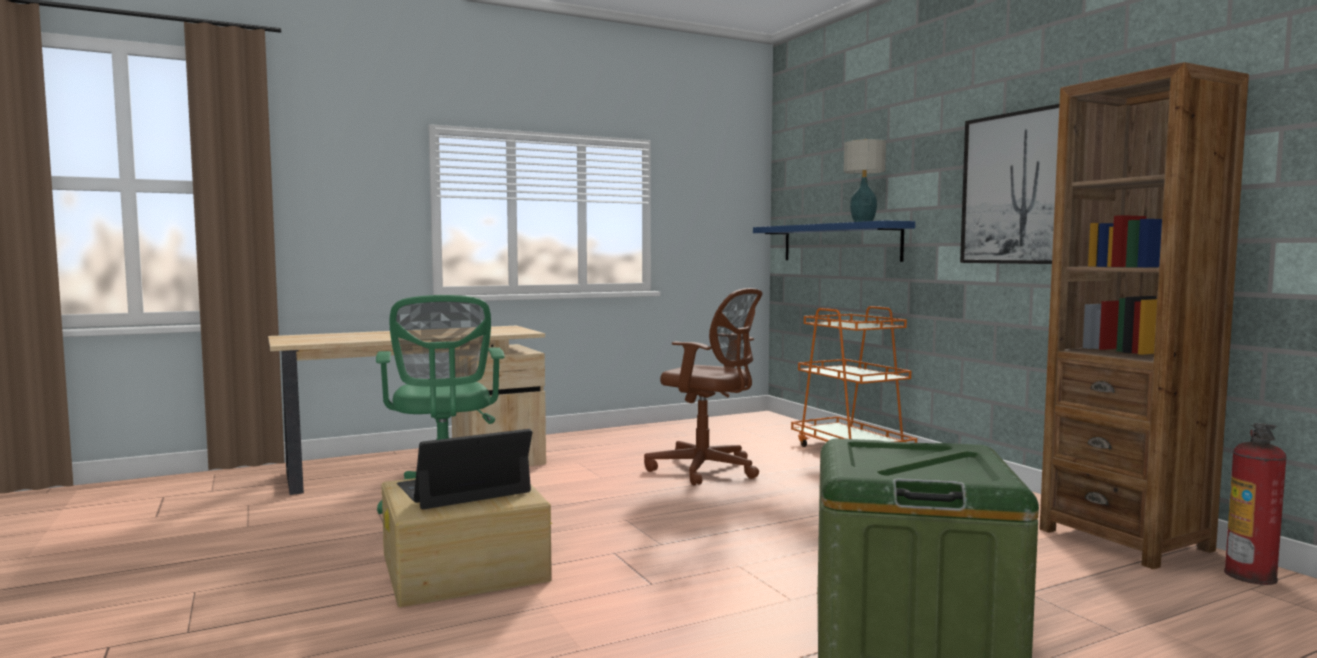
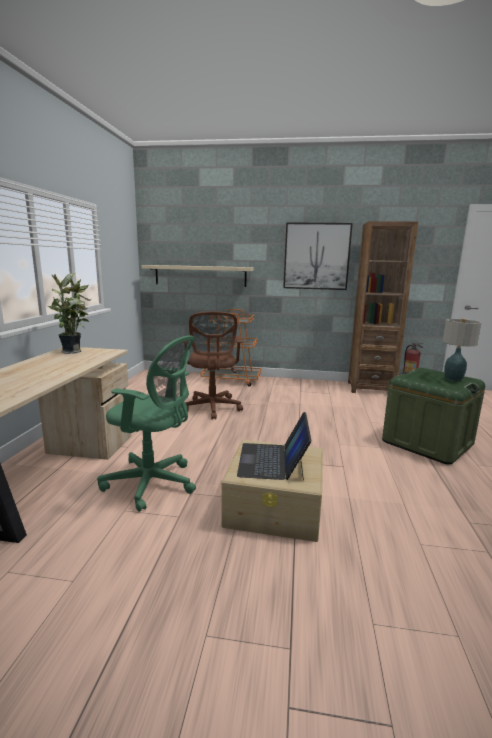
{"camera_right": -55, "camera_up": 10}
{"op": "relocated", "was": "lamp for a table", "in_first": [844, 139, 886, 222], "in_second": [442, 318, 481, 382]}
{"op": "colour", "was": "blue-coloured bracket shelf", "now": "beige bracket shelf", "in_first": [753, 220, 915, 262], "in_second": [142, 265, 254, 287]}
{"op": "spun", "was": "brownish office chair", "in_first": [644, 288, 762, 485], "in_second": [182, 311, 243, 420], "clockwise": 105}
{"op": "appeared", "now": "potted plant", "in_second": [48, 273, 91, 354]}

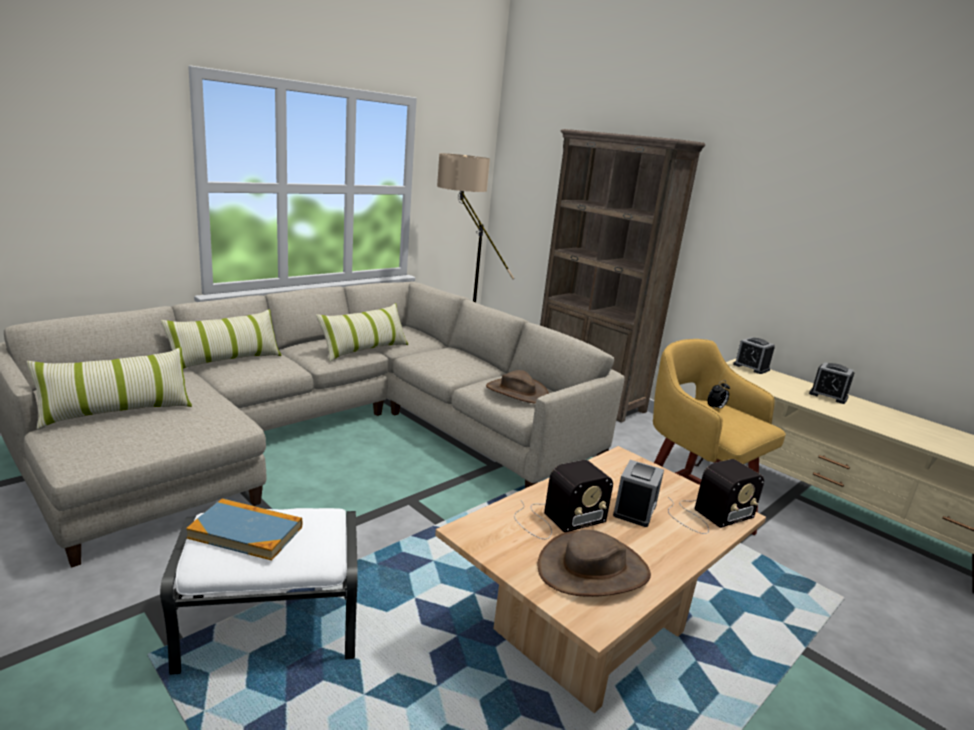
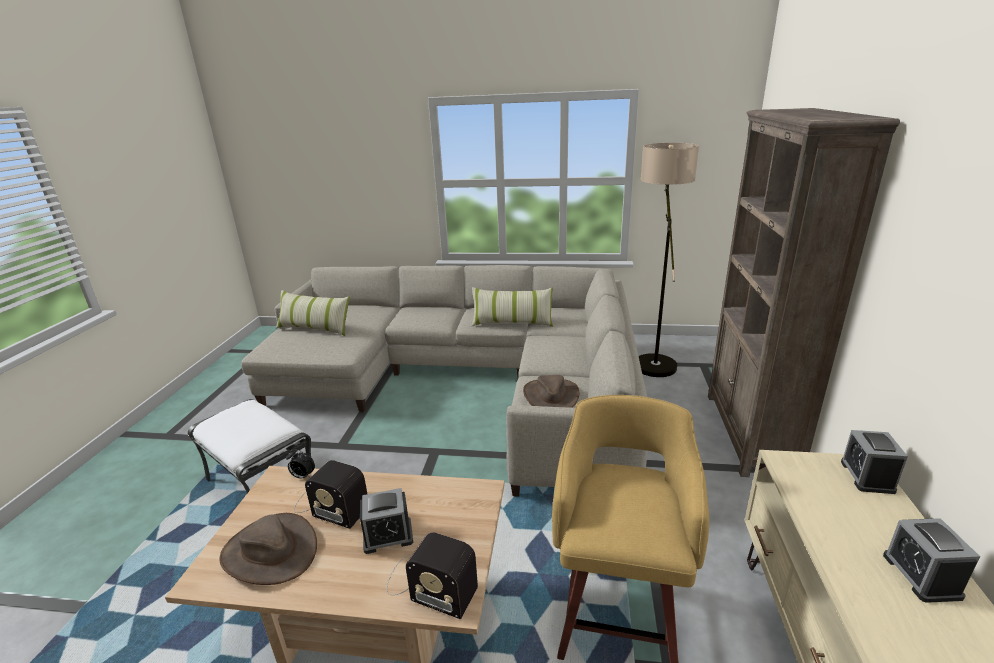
{"camera_right": 55, "camera_up": 5}
{"op": "missing", "was": "pillow", "in_first": [161, 309, 282, 369]}
{"op": "relocated", "was": "alarm clock", "in_first": [707, 380, 730, 409], "in_second": [286, 450, 315, 479]}
{"op": "missing", "was": "bound book", "in_first": [186, 499, 302, 561]}

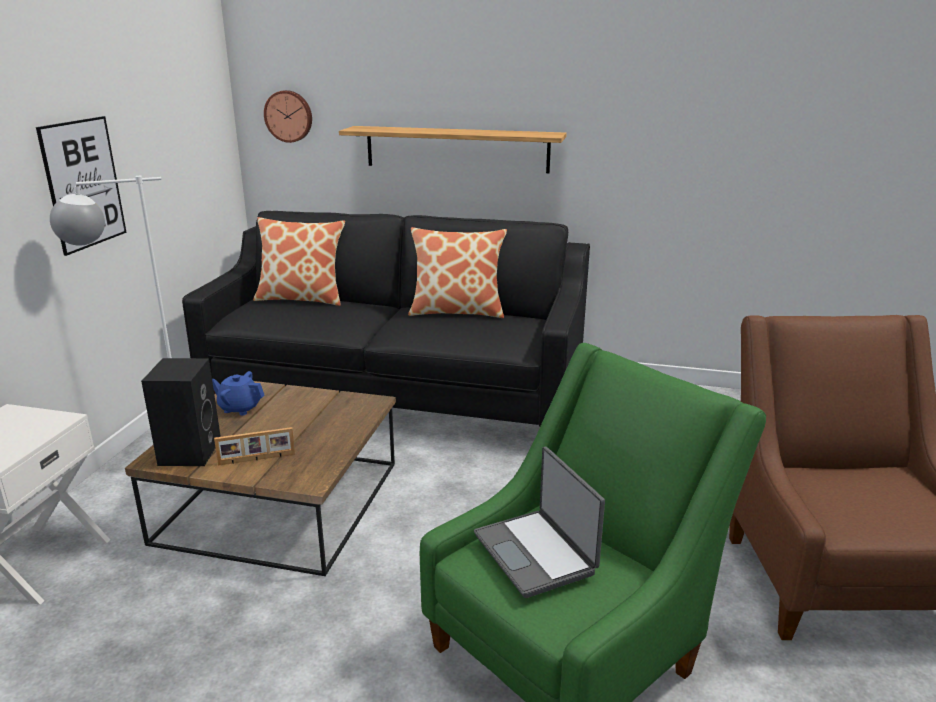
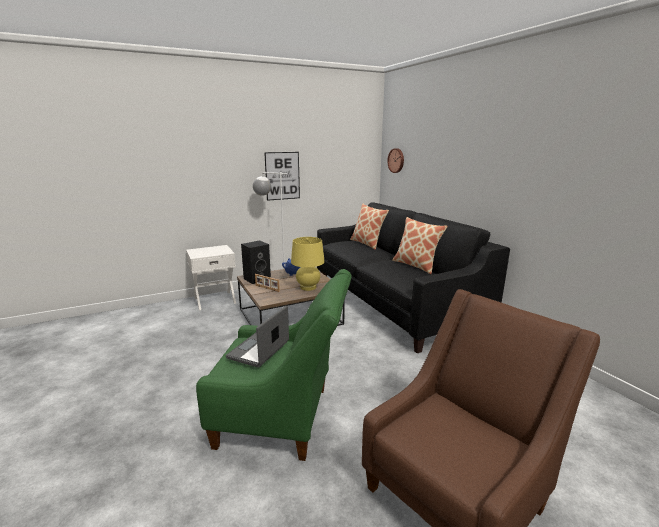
{"camera_right": 50, "camera_up": -5}
{"op": "missing", "was": "bracket shelf", "in_first": [339, 126, 567, 173]}
{"op": "appeared", "now": "yellow-coloured lamp for a table", "in_second": [291, 237, 325, 291]}

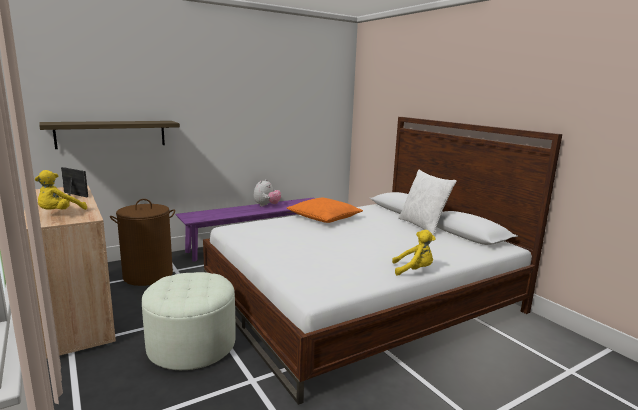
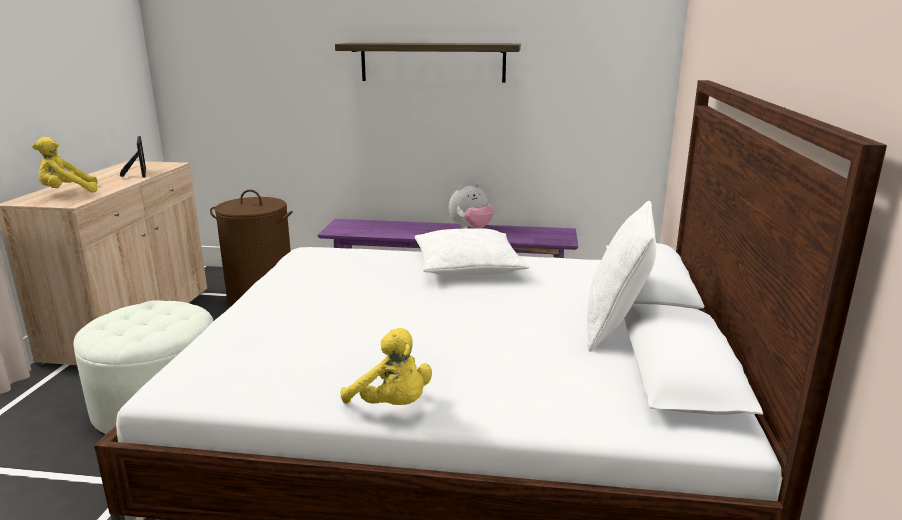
{"camera_right": 40, "camera_up": 5}
{"op": "relocated", "was": "bracket shelf", "in_first": [39, 121, 180, 149], "in_second": [335, 43, 521, 83]}
{"op": "colour", "was": "orange-coloured pillow", "now": "white-coloured pillow", "in_first": [287, 198, 363, 223], "in_second": [415, 228, 529, 276]}

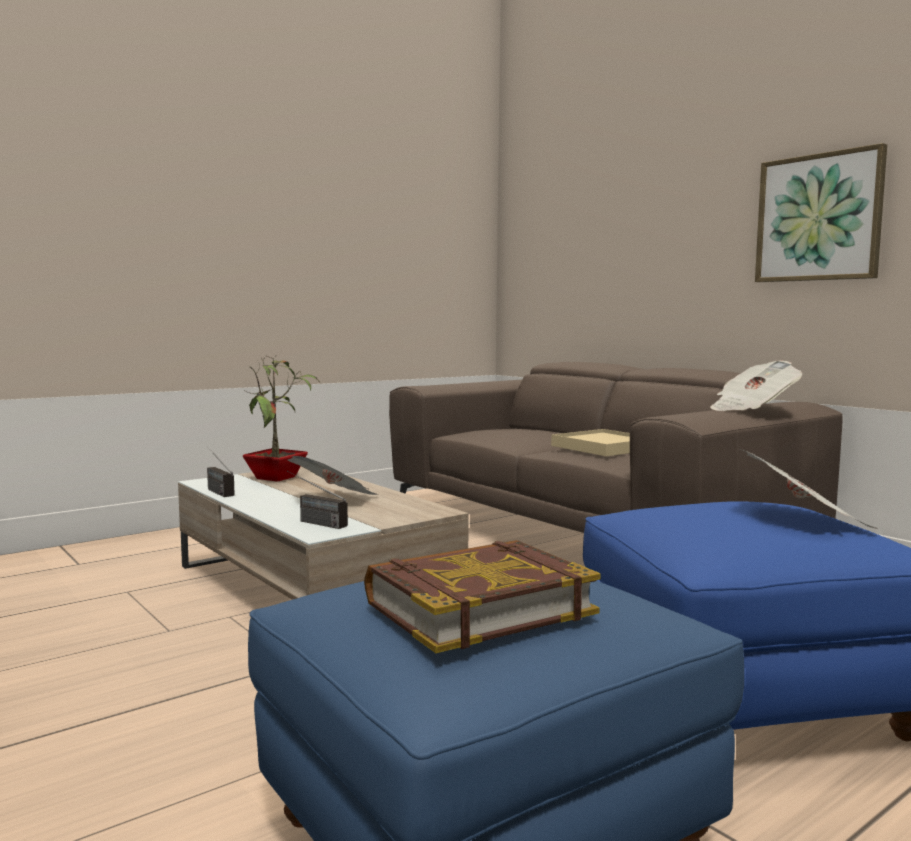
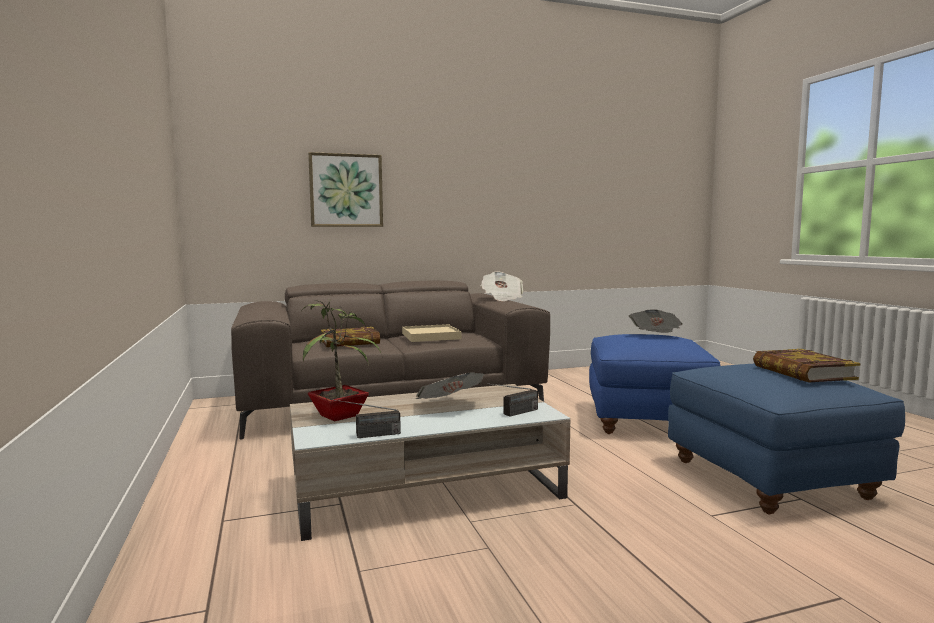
{"camera_right": -70, "camera_up": 0}
{"op": "relocated", "was": "wall picture", "in_first": [755, 143, 887, 282], "in_second": [308, 152, 383, 227]}
{"op": "appeared", "now": "bound book", "in_second": [321, 327, 380, 347]}

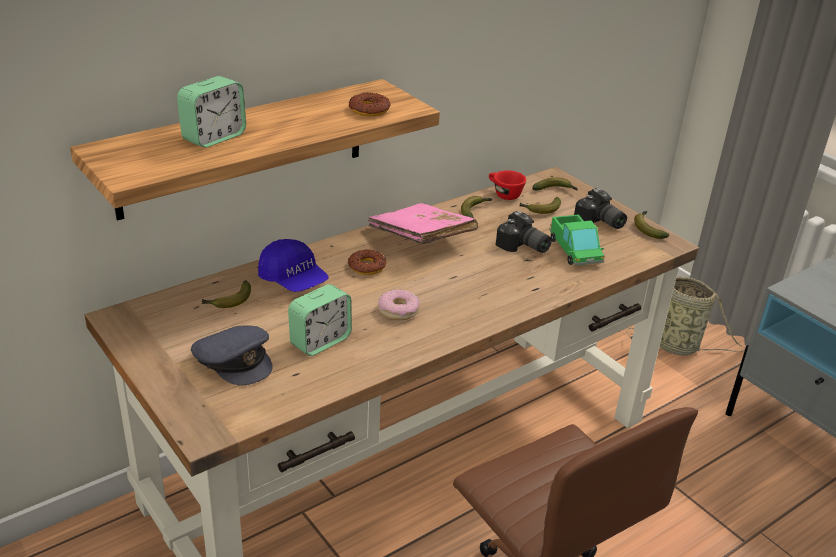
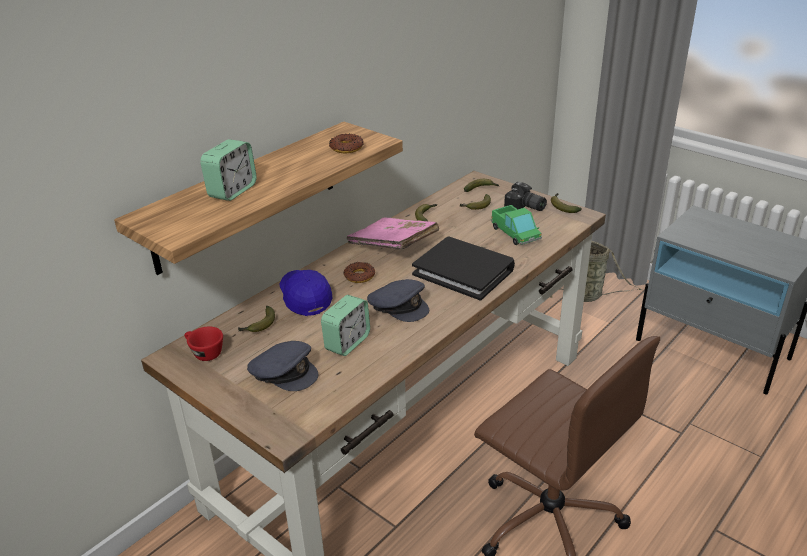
{"camera_right": -10, "camera_up": 0}
{"op": "relocated", "was": "reddish cup", "in_first": [489, 170, 526, 200], "in_second": [184, 327, 223, 361]}
{"op": "missing", "was": "photo camera", "in_first": [496, 211, 552, 253]}
{"op": "spun", "was": "blue-coloured cap", "in_first": [258, 239, 329, 292], "in_second": [280, 270, 332, 316], "clockwise": -150}
{"op": "exchanged", "was": "donut", "now": "gray cap", "in_first": [378, 289, 420, 320], "in_second": [367, 279, 429, 322]}
{"op": "appeared", "now": "black bound book", "in_second": [412, 237, 515, 300]}

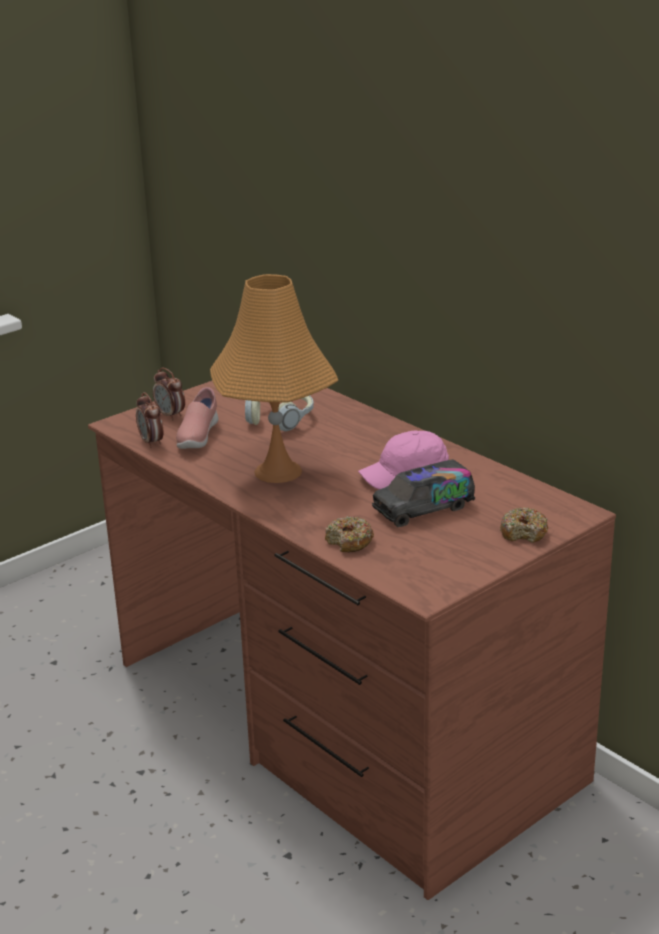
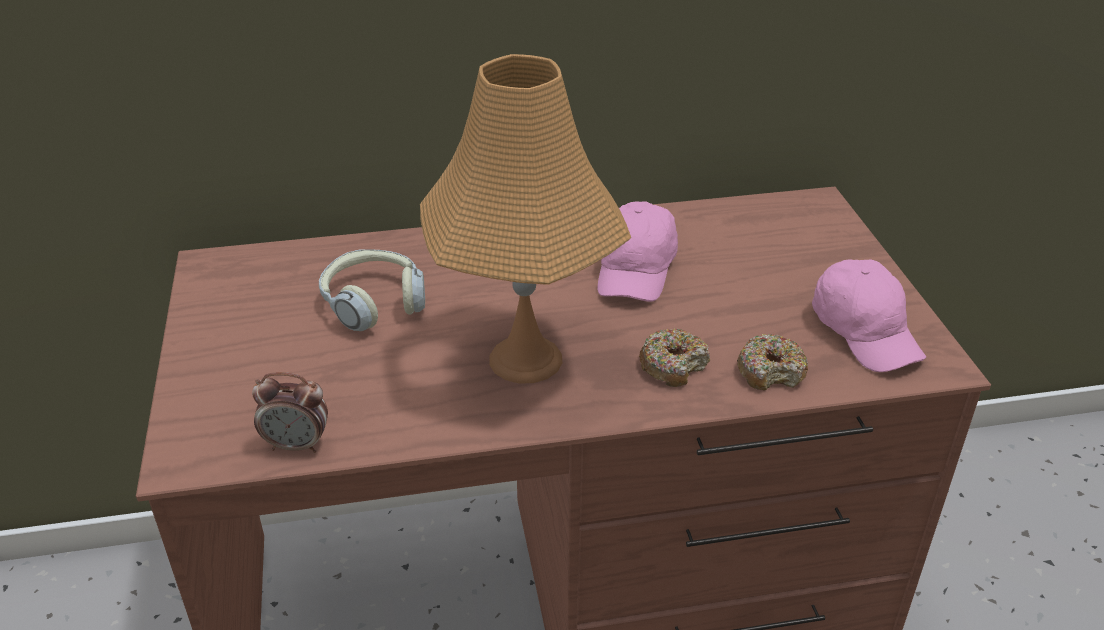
{"camera_right": -60, "camera_up": 10}
{"op": "missing", "was": "alarm clock", "in_first": [153, 368, 185, 421]}
{"op": "missing", "was": "pink-coloured low shoe", "in_first": [176, 387, 218, 449]}
{"op": "missing", "was": "toy truck", "in_first": [372, 459, 475, 527]}
{"op": "relocated", "was": "donut", "in_first": [500, 507, 548, 543], "in_second": [639, 328, 710, 387]}
{"op": "appeared", "now": "pink-coloured cap", "in_second": [812, 259, 926, 372]}

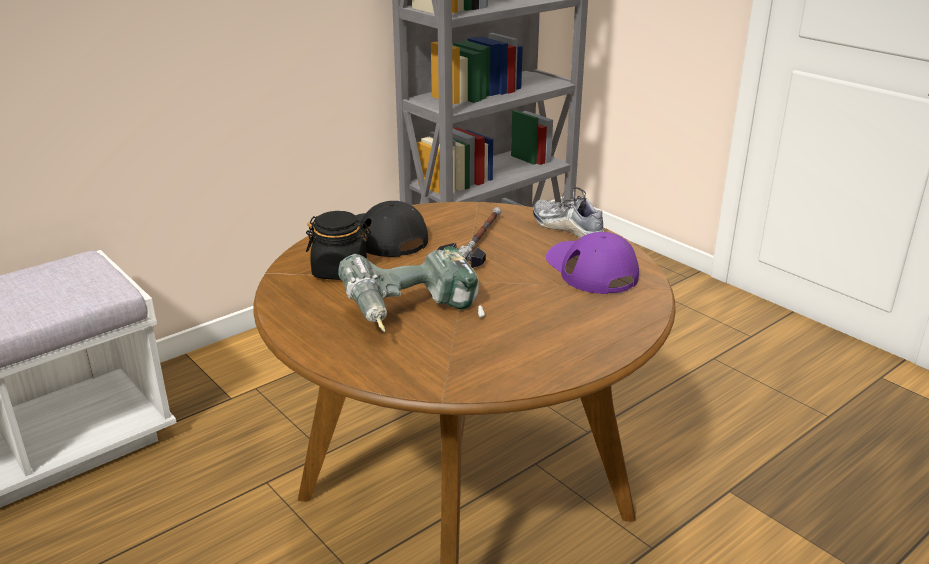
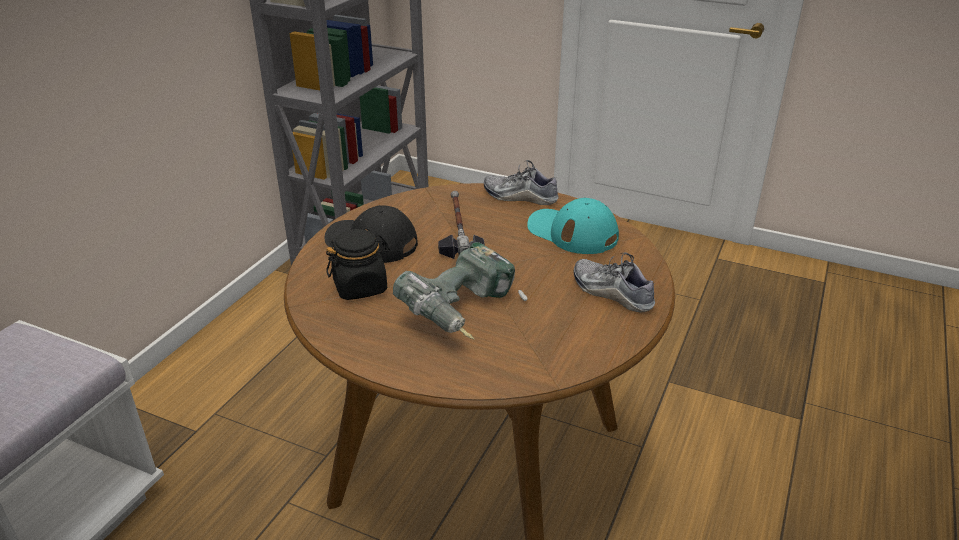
{"camera_right": -25, "camera_up": 5}
{"op": "colour", "was": "purple cap", "now": "turquoise cap", "in_first": [546, 232, 639, 294], "in_second": [527, 198, 619, 254]}
{"op": "appeared", "now": "low shoe", "in_second": [574, 252, 655, 312]}

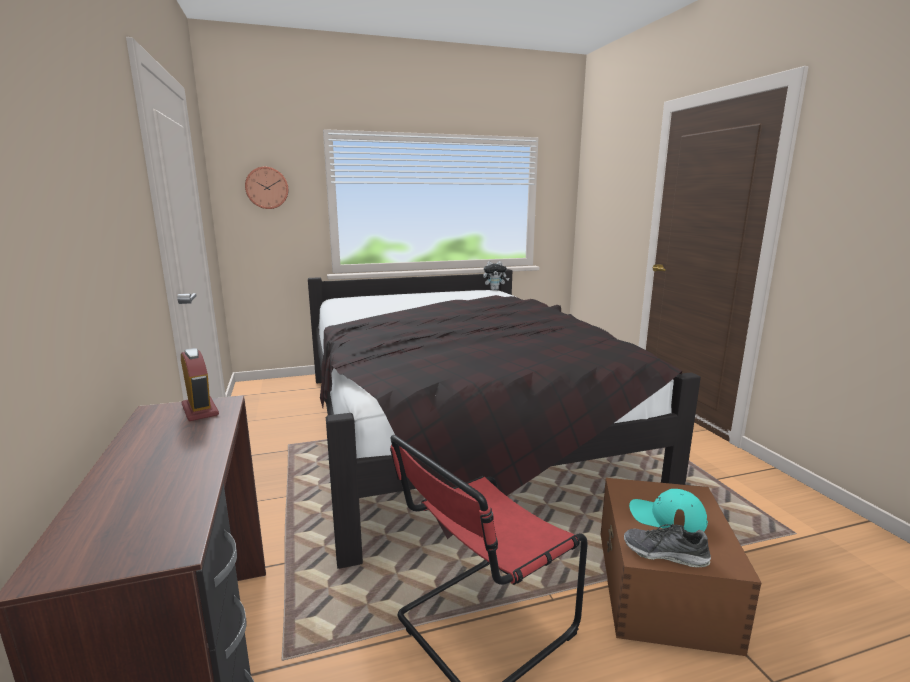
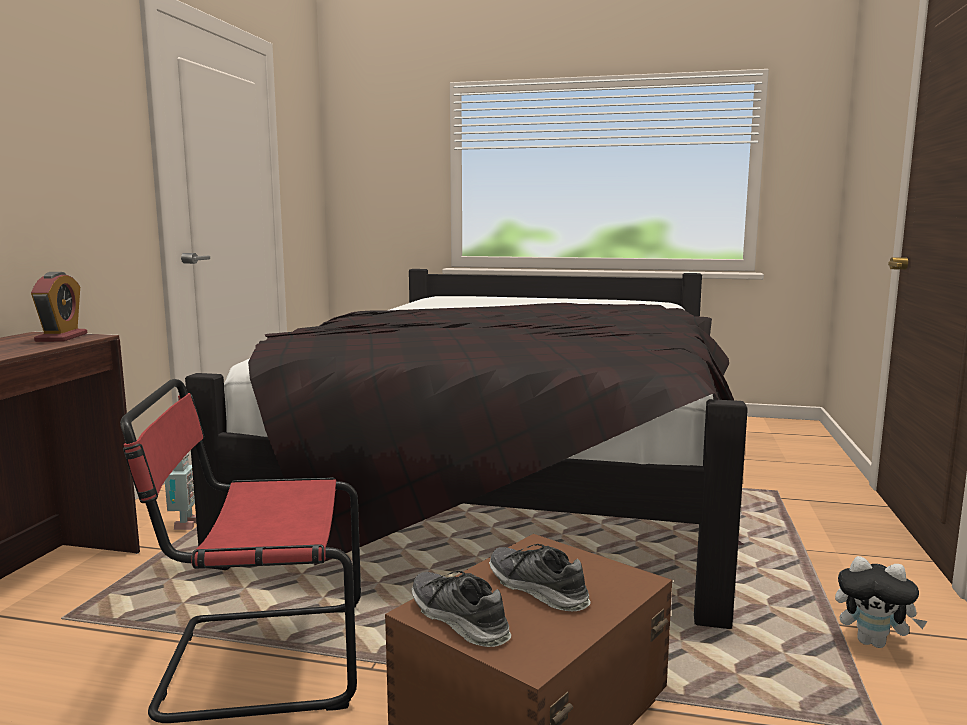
{"camera_right": 30, "camera_up": -5}
{"op": "missing", "was": "wall clock", "in_first": [245, 167, 288, 209]}
{"op": "relocated", "was": "plush toy", "in_first": [483, 261, 509, 290], "in_second": [835, 556, 927, 648]}
{"op": "exchanged", "was": "turquoise cap", "now": "low shoe", "in_first": [629, 489, 708, 533], "in_second": [489, 544, 591, 611]}
{"op": "appeared", "now": "model robot", "in_second": [165, 453, 196, 530]}

